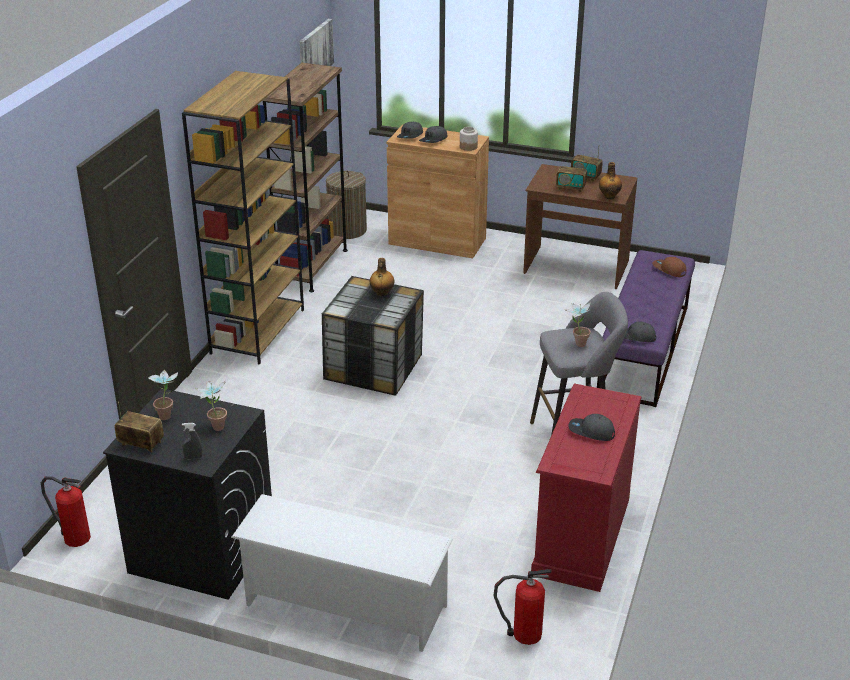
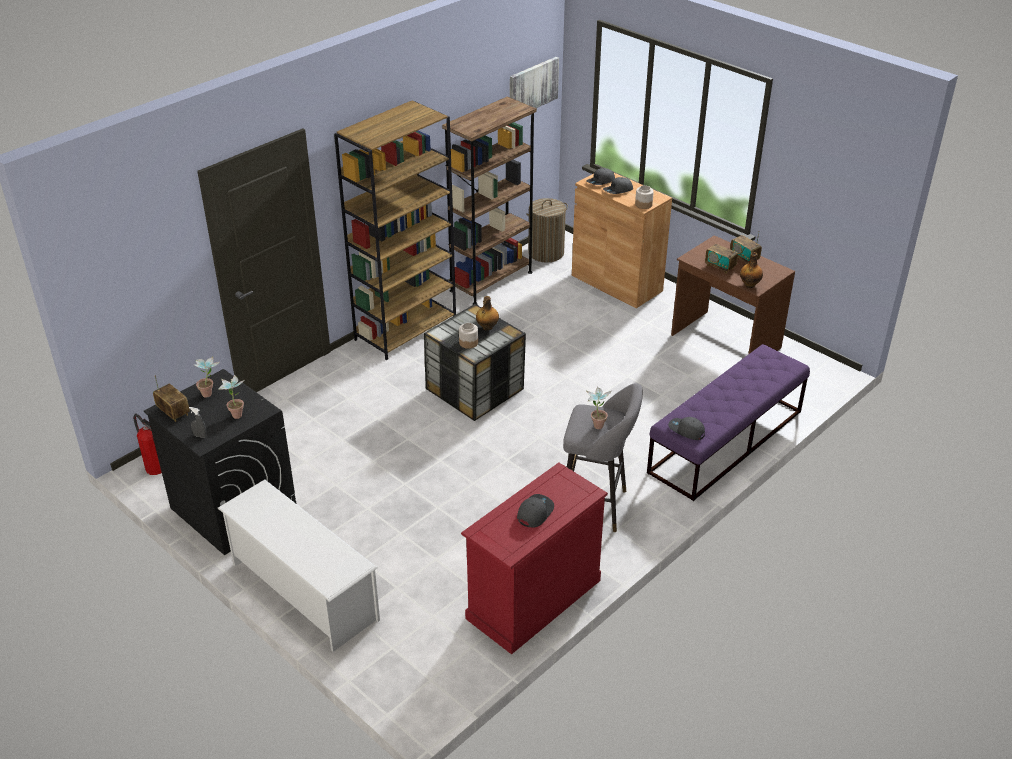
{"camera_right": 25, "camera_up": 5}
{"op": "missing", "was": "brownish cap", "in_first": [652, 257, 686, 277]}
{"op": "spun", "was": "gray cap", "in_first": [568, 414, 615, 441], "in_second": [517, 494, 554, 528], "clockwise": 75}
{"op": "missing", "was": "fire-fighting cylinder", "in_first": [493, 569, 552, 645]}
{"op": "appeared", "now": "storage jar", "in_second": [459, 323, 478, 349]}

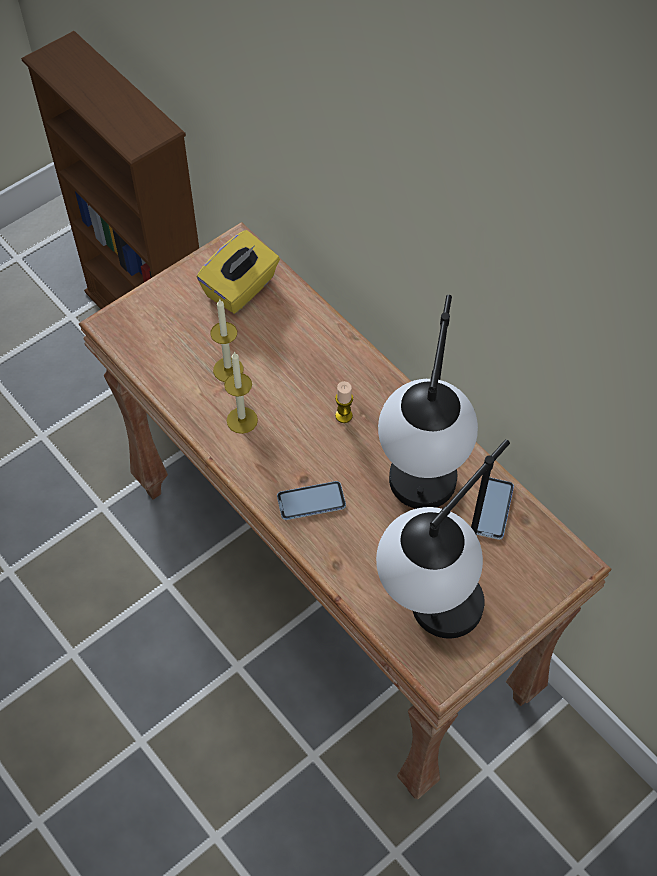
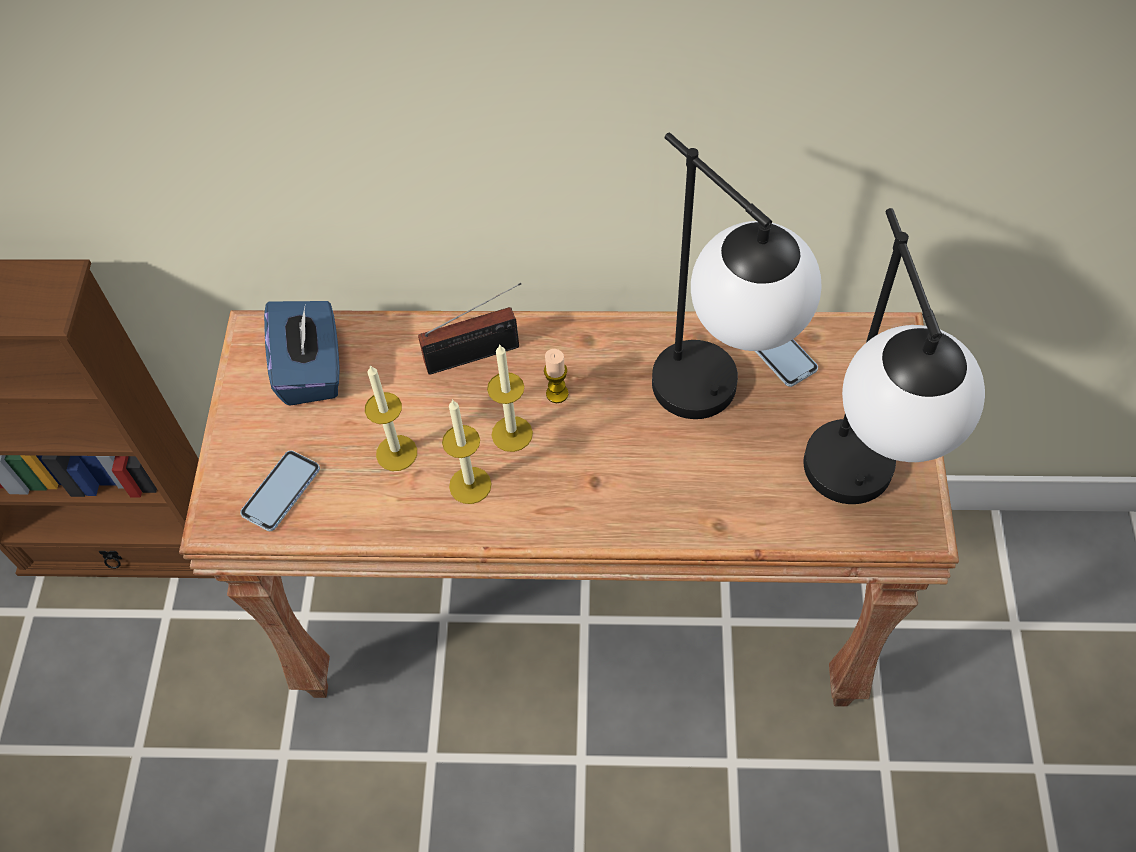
{"camera_right": -45, "camera_up": 0}
{"op": "colour", "was": "yellow-coloured box of tissues", "now": "blue-coloured box of tissues", "in_first": [197, 230, 280, 314], "in_second": [264, 301, 340, 406]}
{"op": "relocated", "was": "handset", "in_first": [277, 481, 346, 520], "in_second": [240, 450, 320, 531]}
{"op": "appeared", "now": "radio receiver", "in_second": [418, 283, 521, 375]}
{"op": "appeared", "now": "candle", "in_second": [487, 345, 533, 452]}

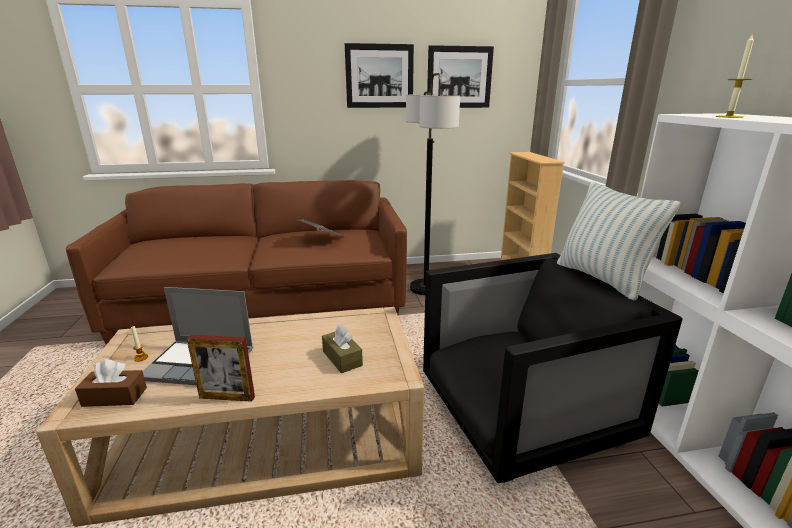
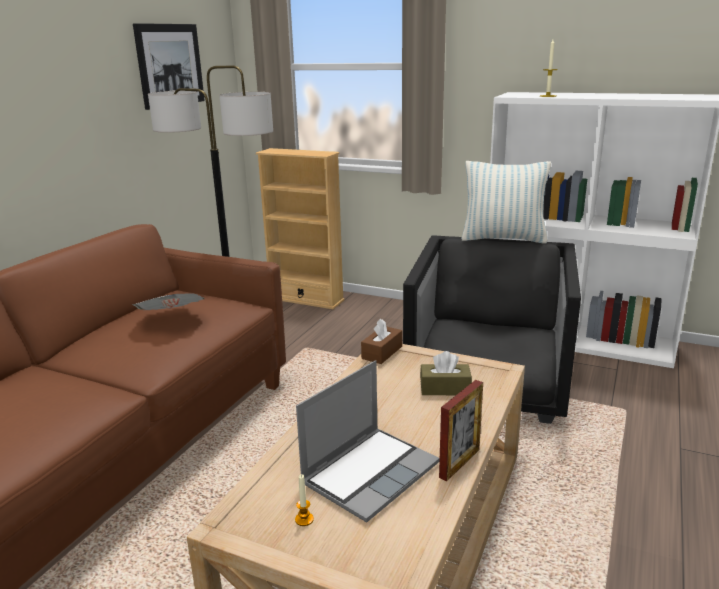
{"camera_right": -55, "camera_up": 0}
{"op": "missing", "was": "wall picture", "in_first": [345, 43, 414, 108]}
{"op": "relocated", "was": "brownish box of tissues", "in_first": [75, 359, 147, 407], "in_second": [361, 318, 402, 364]}

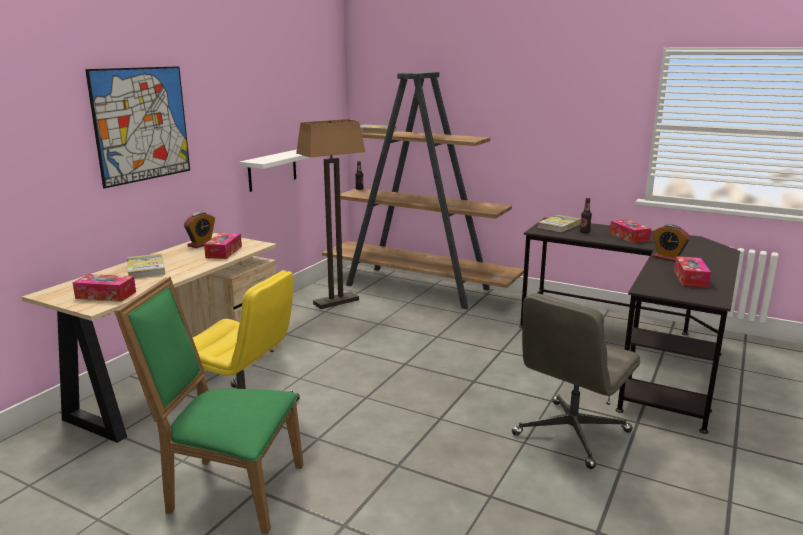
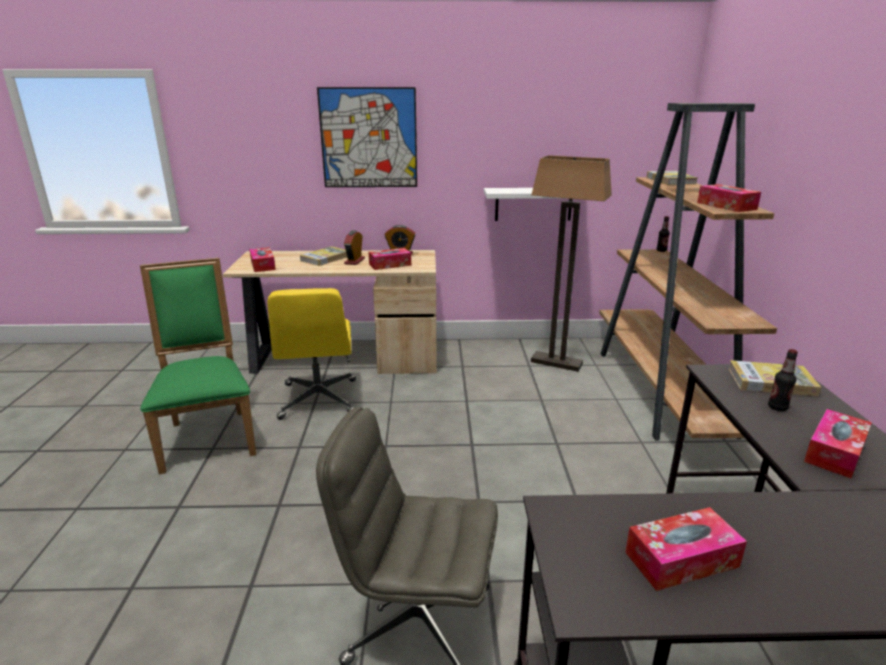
{"camera_right": 60, "camera_up": 5}
{"op": "relocated", "was": "alarm clock", "in_first": [652, 224, 690, 262], "in_second": [344, 230, 365, 265]}
{"op": "appeared", "now": "box of tissues", "in_second": [697, 184, 761, 212]}

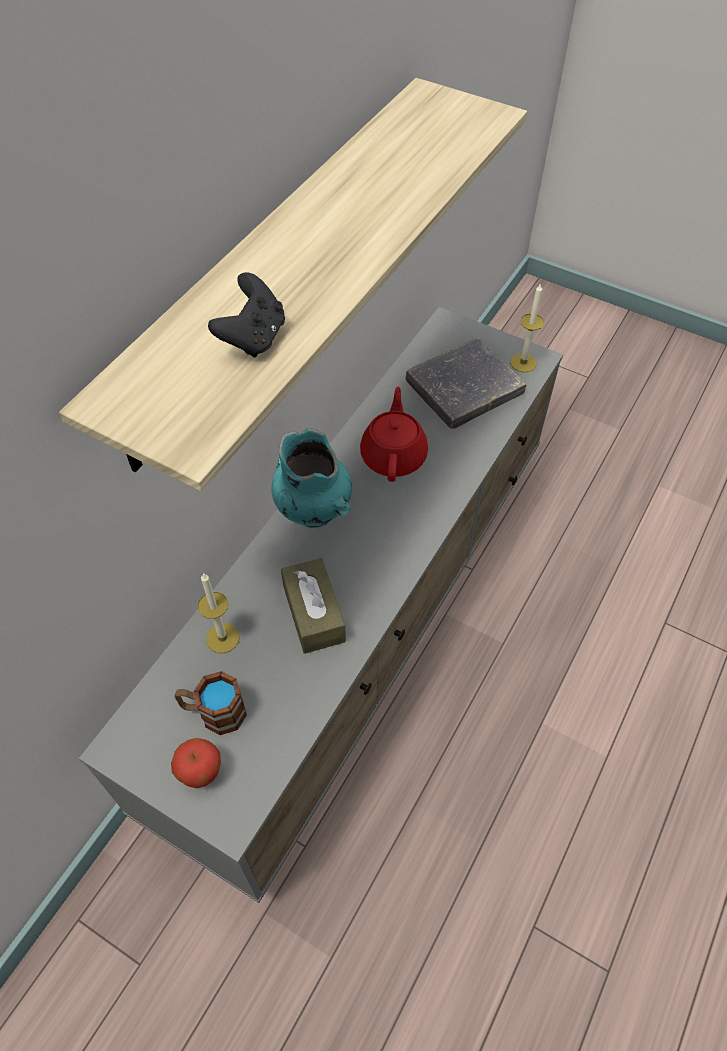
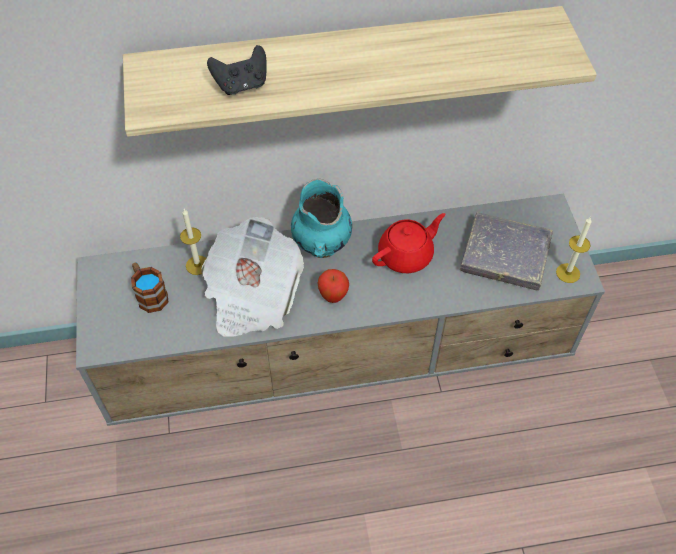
{"camera_right": 50, "camera_up": 0}
{"op": "exchanged", "was": "brownish box of tissues", "now": "daily paper", "in_first": [281, 558, 346, 654], "in_second": [201, 217, 304, 337]}
{"op": "relocated", "was": "apple fruit", "in_first": [171, 738, 221, 788], "in_second": [317, 269, 349, 303]}

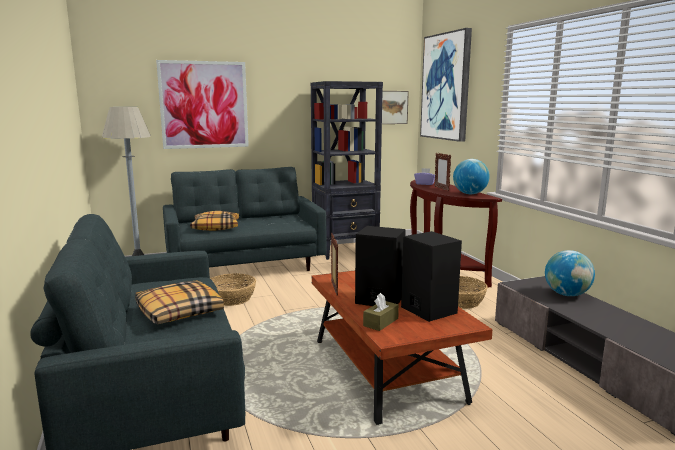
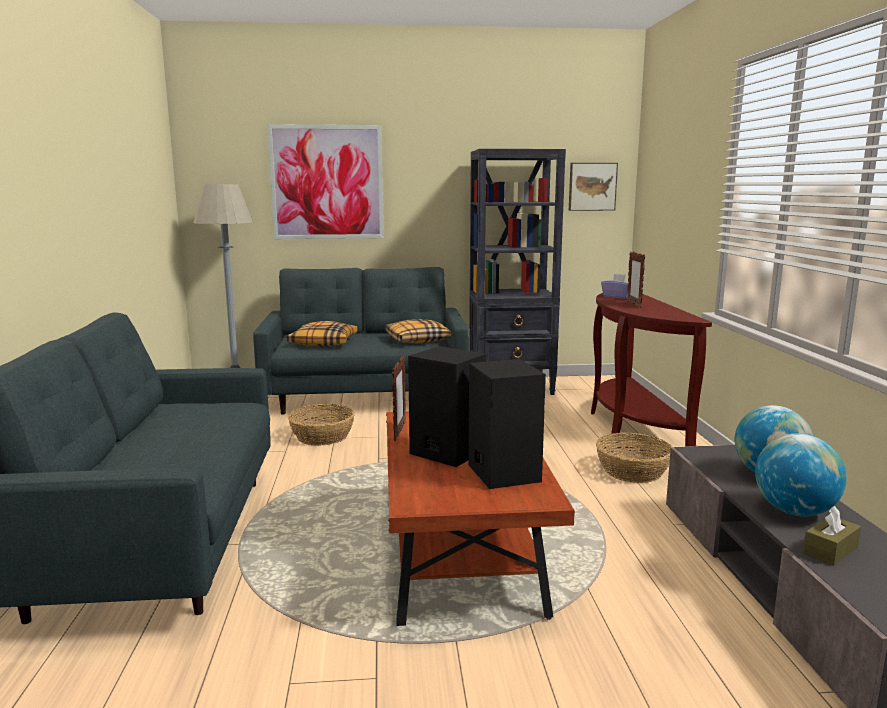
{"camera_right": 15, "camera_up": 0}
{"op": "missing", "was": "wall picture", "in_first": [420, 28, 472, 142]}
{"op": "relocated", "was": "desk globe", "in_first": [453, 159, 490, 194], "in_second": [755, 433, 847, 516]}
{"op": "relocated", "was": "pillow", "in_first": [135, 280, 224, 324], "in_second": [386, 319, 451, 344]}
{"op": "relocated", "was": "brownish box of tissues", "in_first": [363, 293, 399, 331], "in_second": [803, 506, 861, 565]}

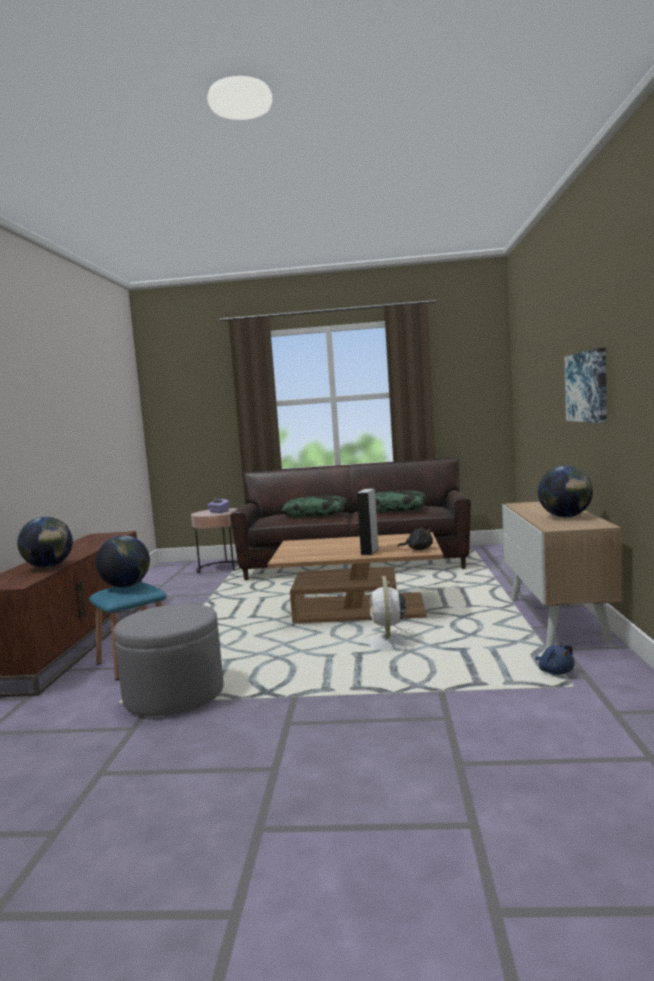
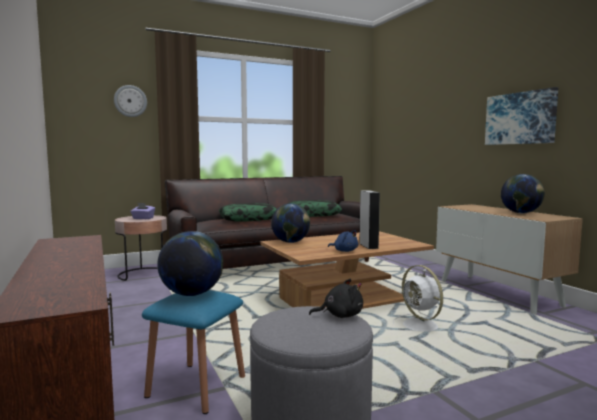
{"camera_right": -30, "camera_up": 0}
{"op": "relocated", "was": "desk globe", "in_first": [17, 517, 73, 568], "in_second": [271, 203, 310, 243]}
{"op": "relocated", "was": "black plush toy", "in_first": [397, 526, 433, 550], "in_second": [309, 279, 363, 318]}
{"op": "relocated", "was": "blue-coloured plush toy", "in_first": [535, 645, 575, 675], "in_second": [328, 230, 358, 252]}
{"op": "appeared", "now": "wall clock", "in_second": [114, 85, 147, 117]}

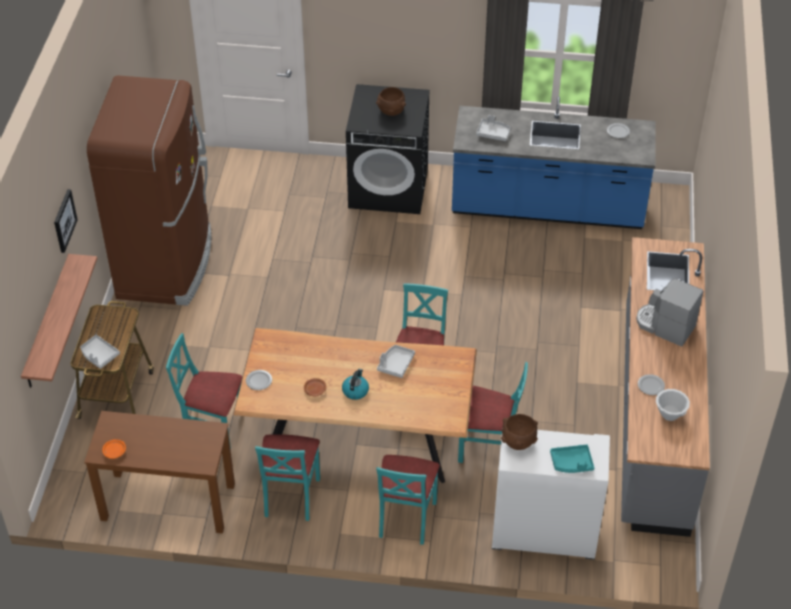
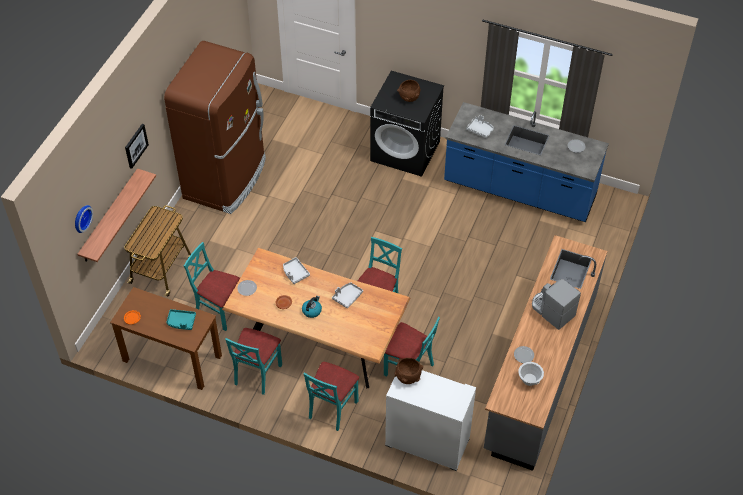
{"camera_right": 15, "camera_up": 5}
{"op": "relocated", "was": "gray carrying tray", "in_first": [80, 335, 120, 369], "in_second": [283, 257, 310, 284]}
{"op": "relocated", "was": "turquoise carrying tray", "in_first": [550, 444, 594, 473], "in_second": [166, 309, 196, 330]}
{"op": "appeared", "now": "wall clock", "in_second": [75, 205, 93, 233]}

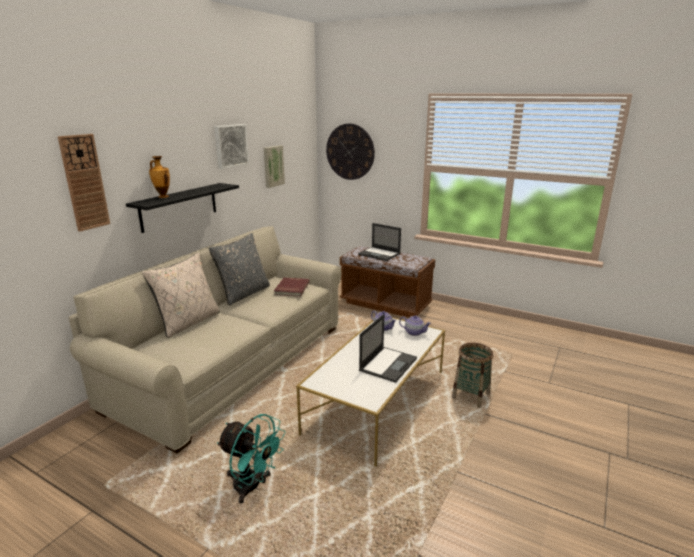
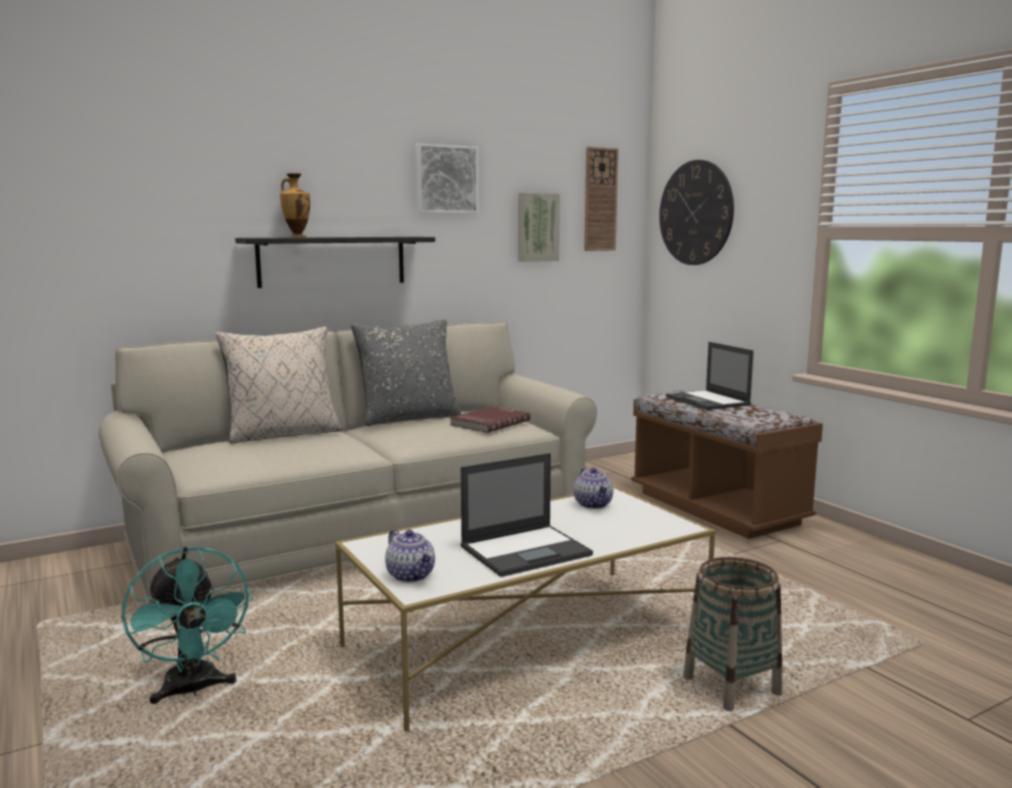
{"camera_right": 30, "camera_up": -10}
{"op": "relocated", "was": "wall clock", "in_first": [58, 134, 110, 232], "in_second": [584, 147, 618, 251]}
{"op": "relocated", "was": "pot for tea", "in_first": [399, 315, 431, 336], "in_second": [385, 529, 435, 582]}

